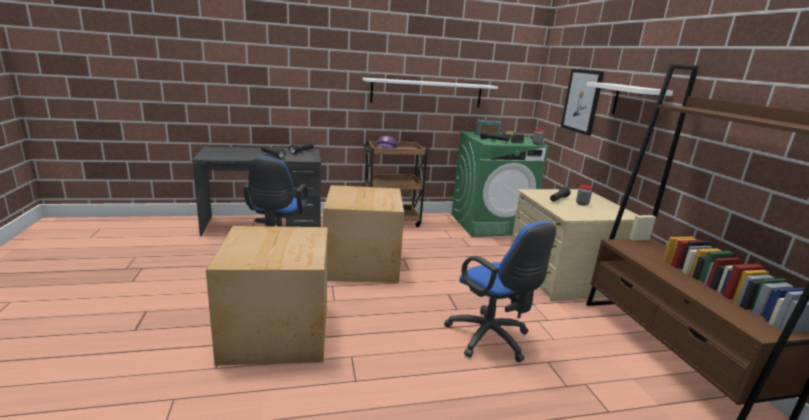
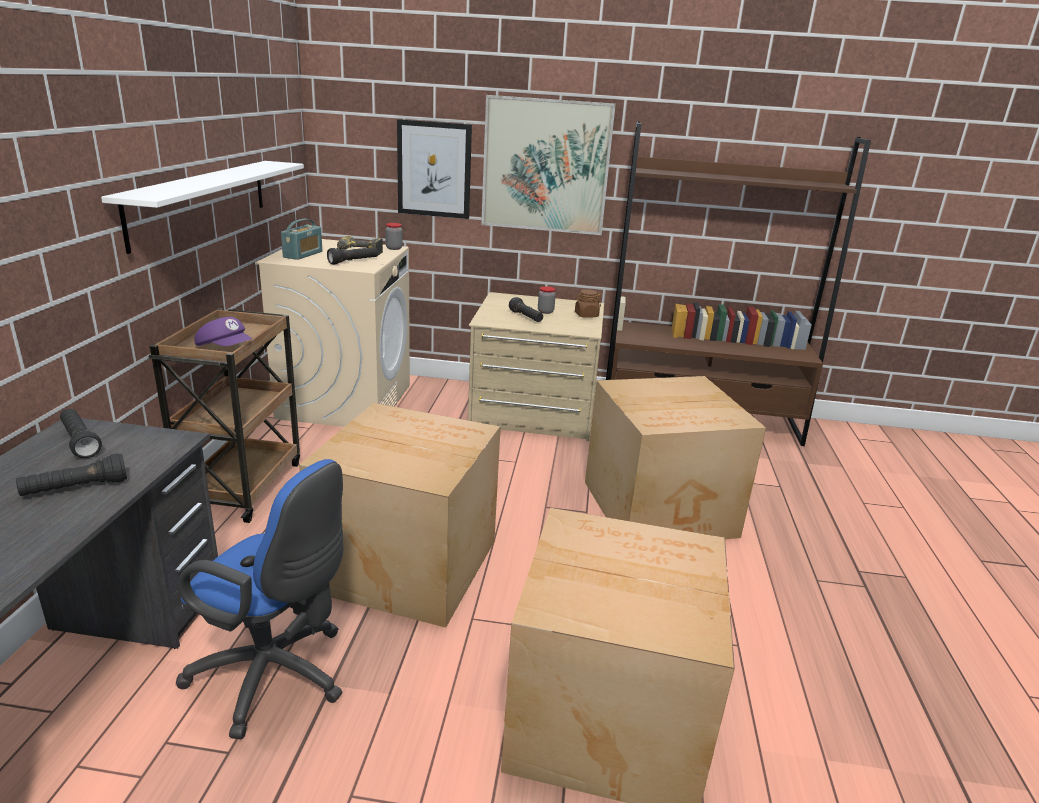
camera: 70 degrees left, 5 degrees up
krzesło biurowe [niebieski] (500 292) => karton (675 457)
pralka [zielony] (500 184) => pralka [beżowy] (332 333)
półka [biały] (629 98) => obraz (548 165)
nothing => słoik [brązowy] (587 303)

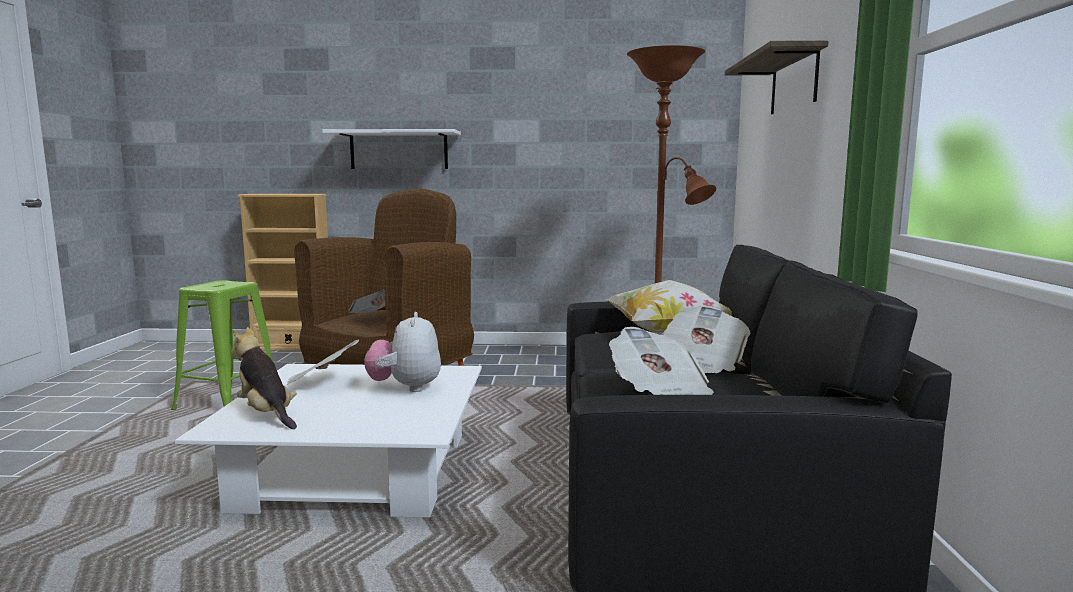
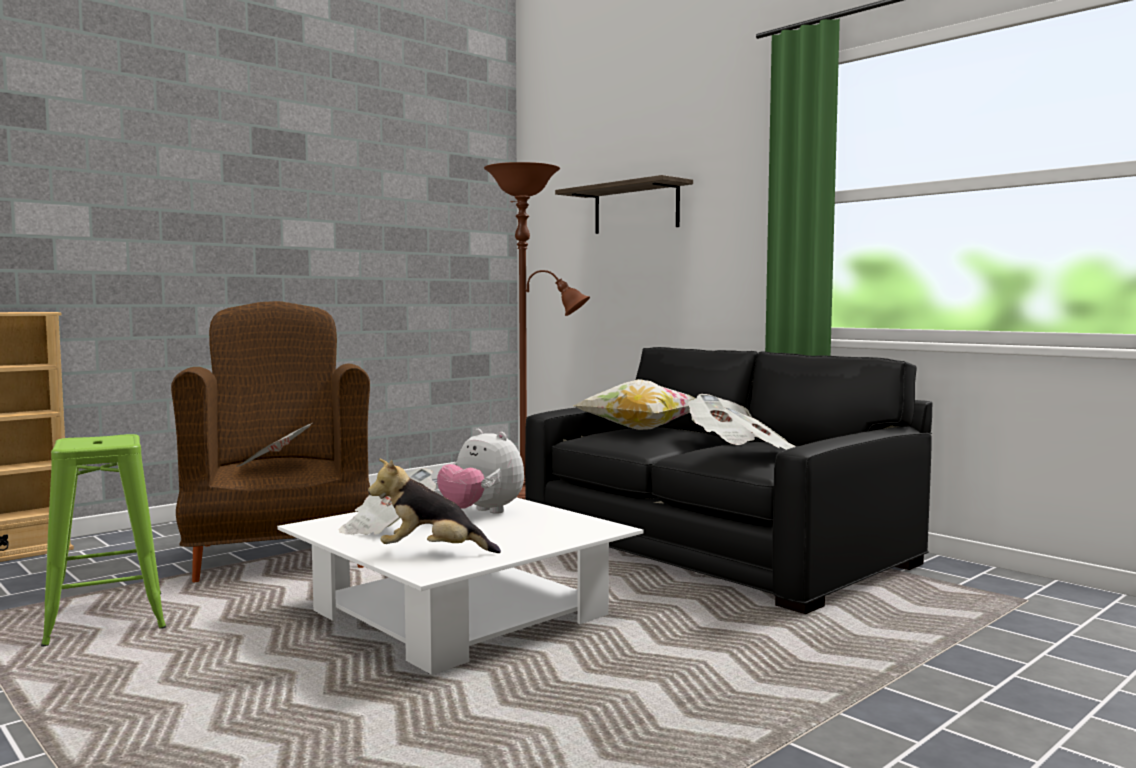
camera: 45 degrees left, 5 degrees down
półka [biały] (391 149) => nothing

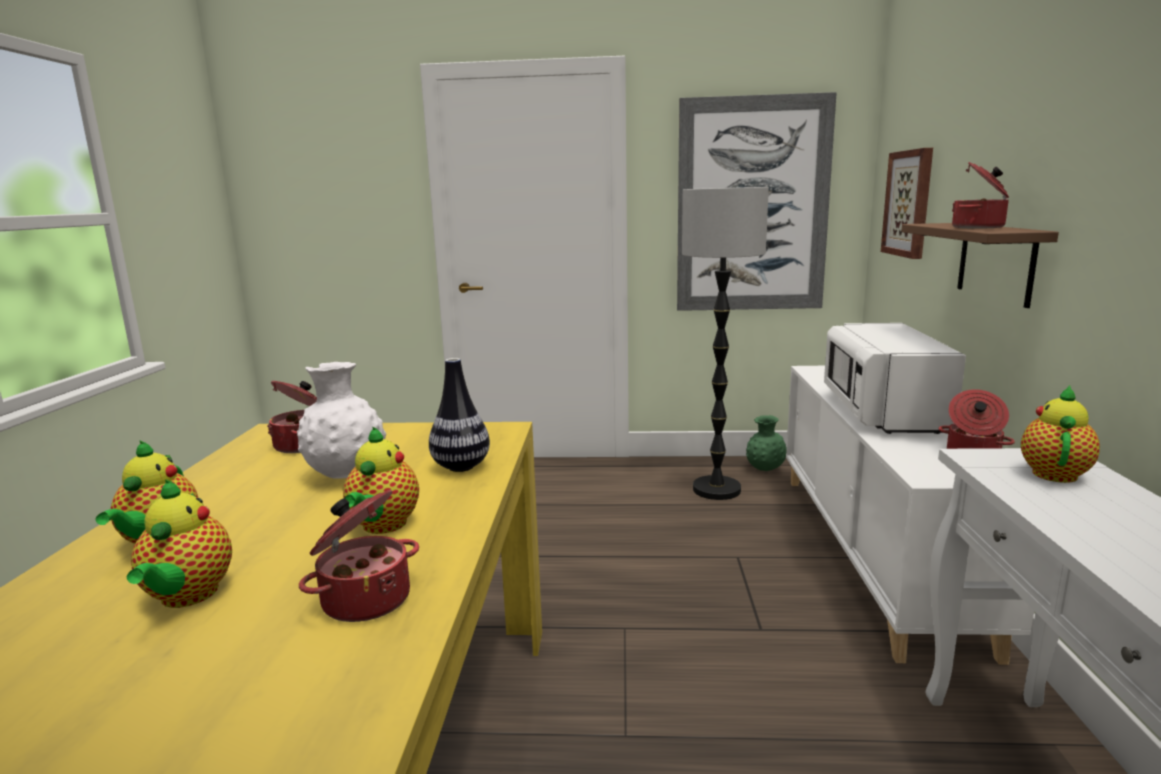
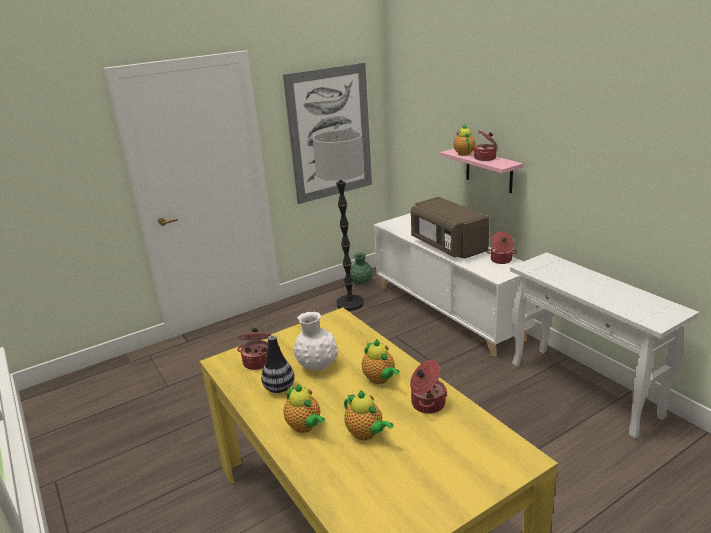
camera: 35 degrees left, 10 degrees up
wazon (459 415) => wazon (278 364), moved
mikrofalówka [biały] (895 378) => mikrofalówka [brązowy] (450 228)
obraz (907 203) => nothing
półka [brązowy] (980 265) => półka [różowy] (481 171)
imbryk (1060 434) => imbryk (464 139), moved

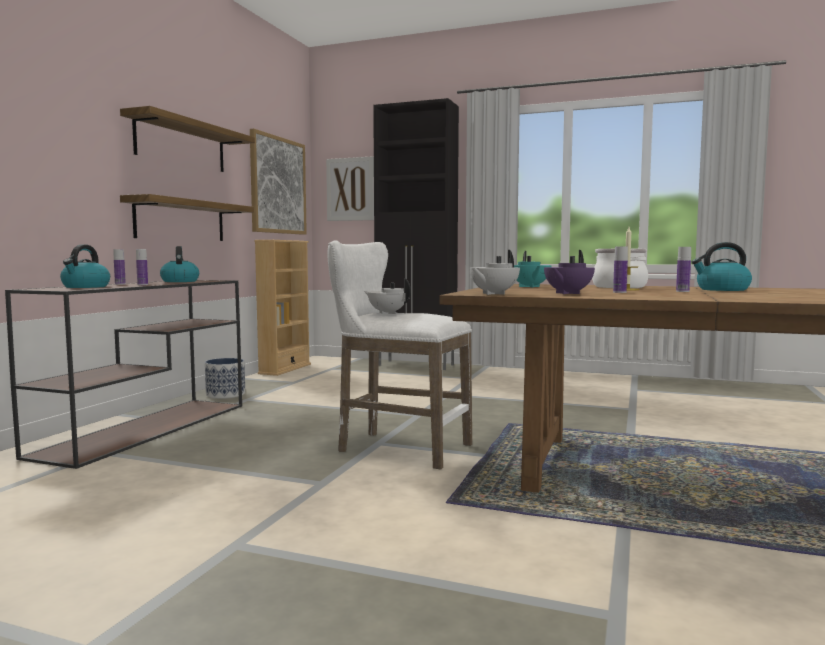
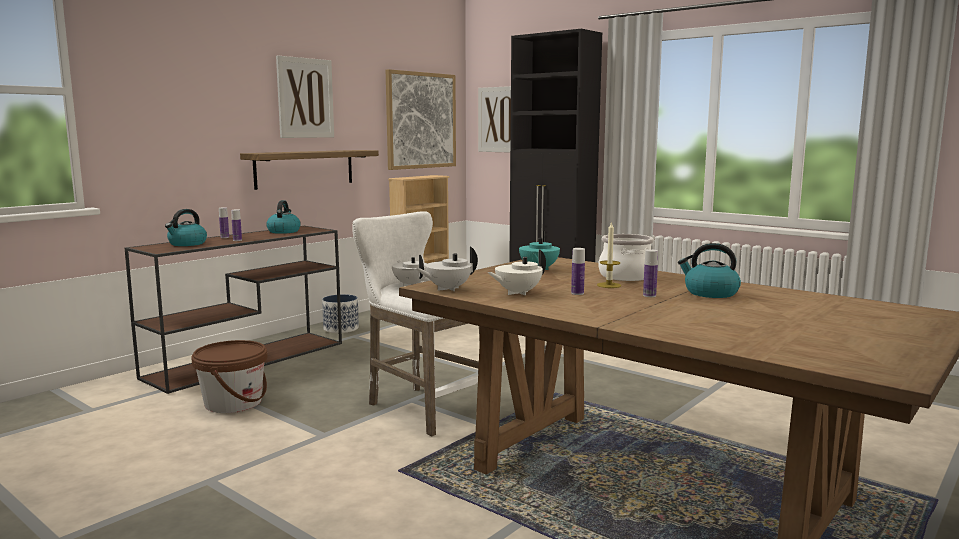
camera: 20 degrees right, 5 degrees up
półka (187 139) => obraz (305 96)
imbryk [fioletowy] (569 272) => imbryk [biały] (517 272)
nothing => wiadro [brązowy] (229 376)

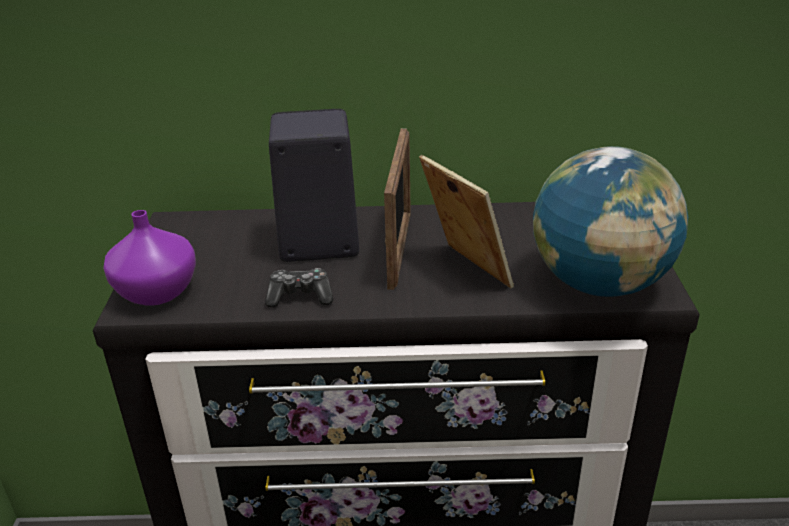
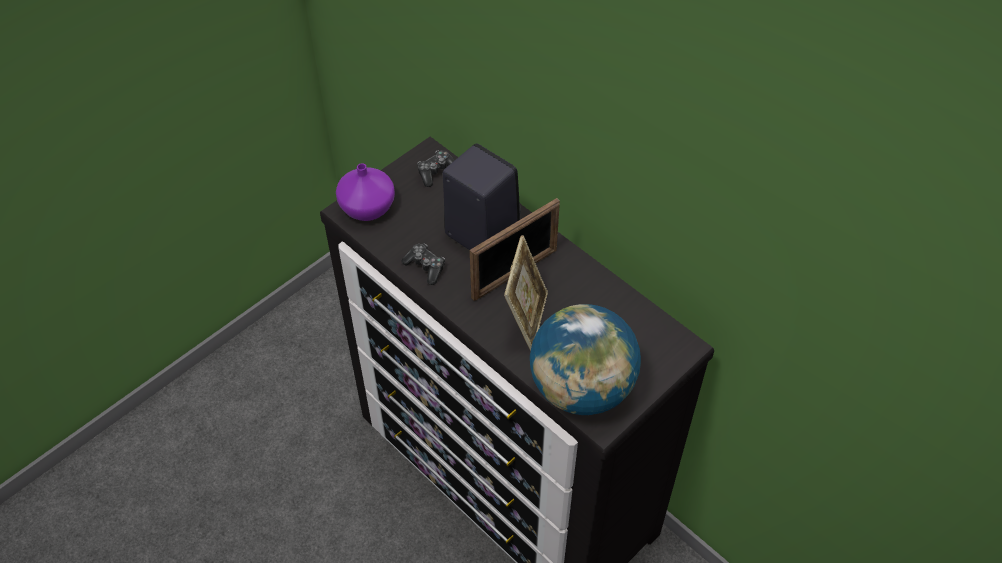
camera: 45 degrees right, 20 degrees up
nothing => pad do gier (436 168)

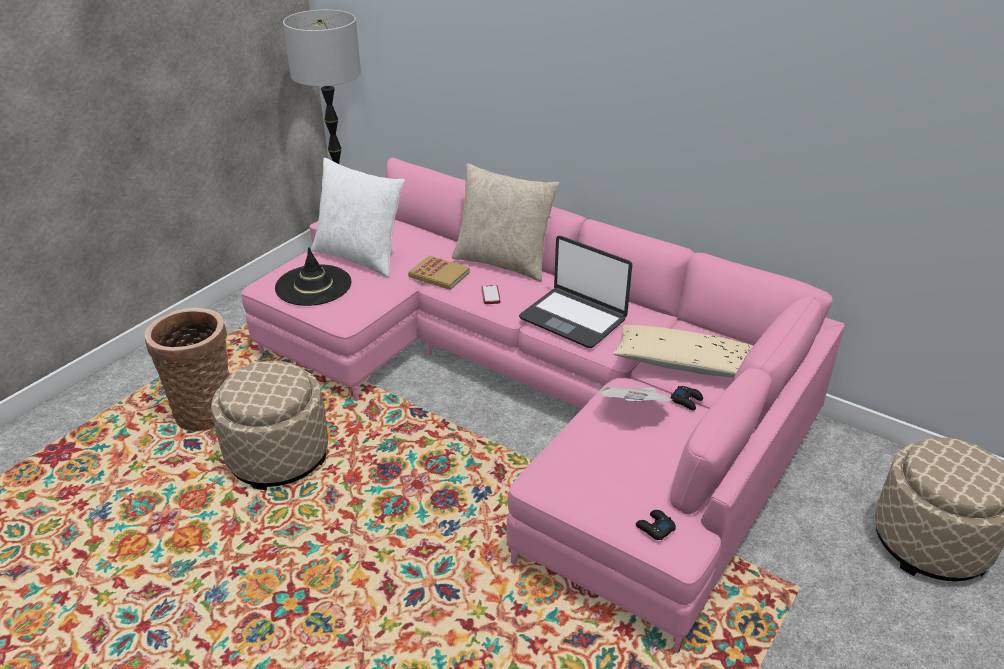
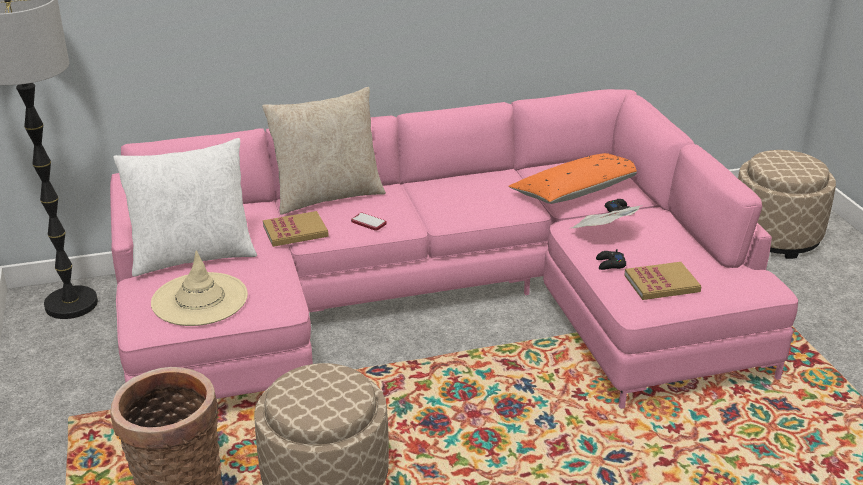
camera: 50 degrees left, 5 degrees down
kapelusz [czarny] (313 276) => kapelusz [beżowy] (199 288)
laptop (575 292) => nothing
poduszka [beżowy] (682 351) => poduszka [pomarańczowy] (572 178)
pad do gier [czarny] (656 525) => pad do gier [czarny] (611 259), moved
nothing => książka (662 281)

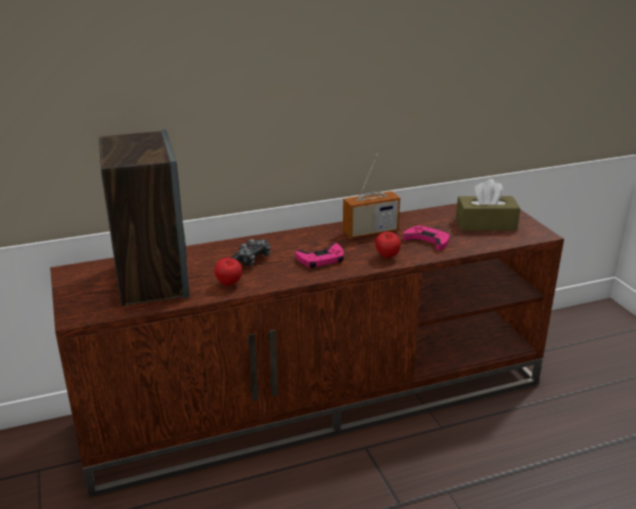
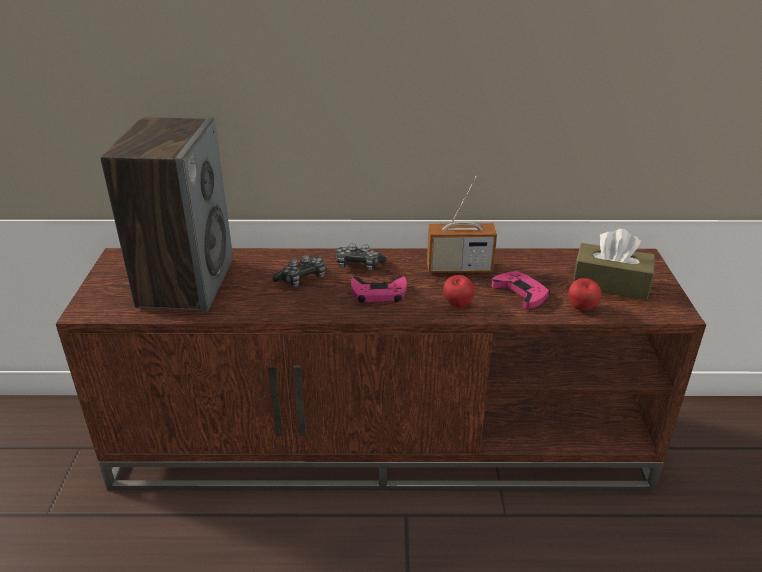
camera: 20 degrees right, 5 degrees up
jabłko (228 272) => jabłko (584 294), moved
nothing => pad do gier (360 257)

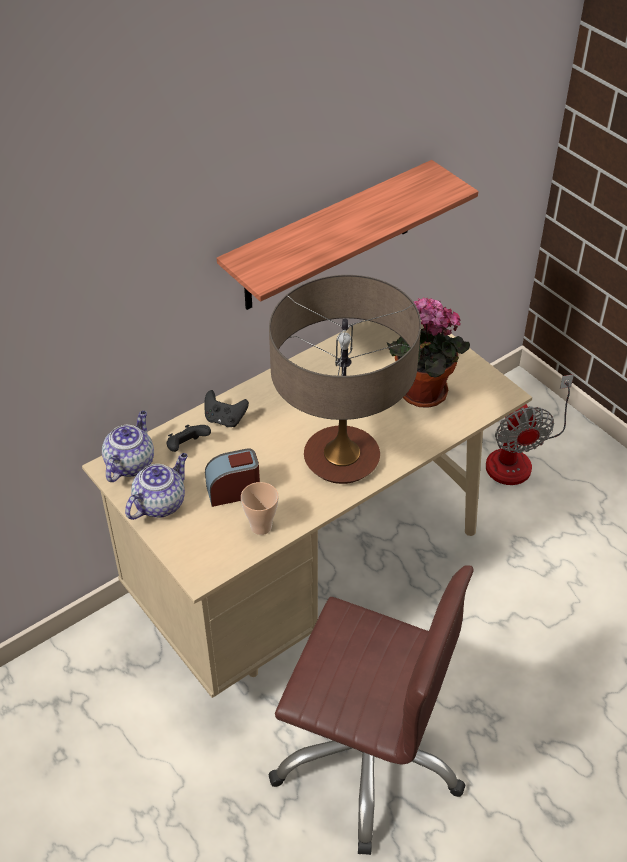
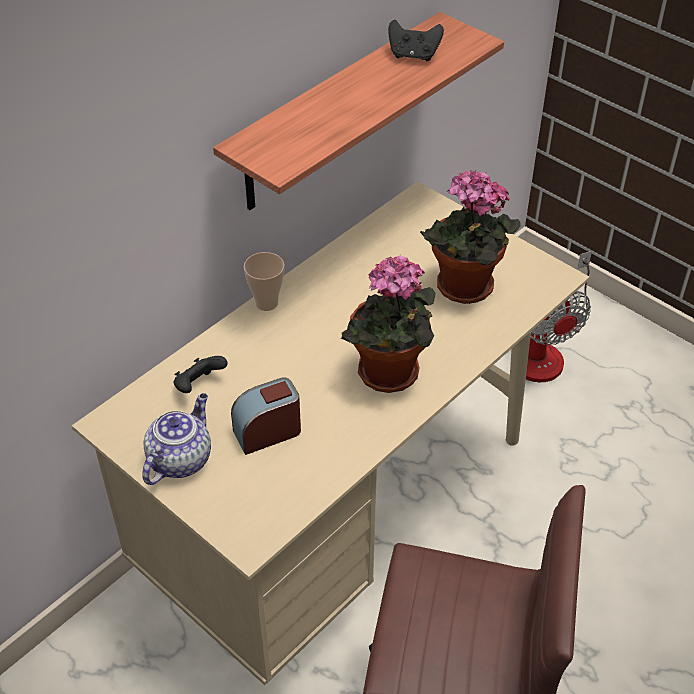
camera: 10 degrees left, 0 degrees up
imbryk (128 446) => nothing
pad do gier [czarny] (226 408) => pad do gier [czarny] (416 40), moved
filiżanka (259 508) => filiżanka (264 281), moved
lampa stołowa (345 379) => roślina doniczkowa (388 324)

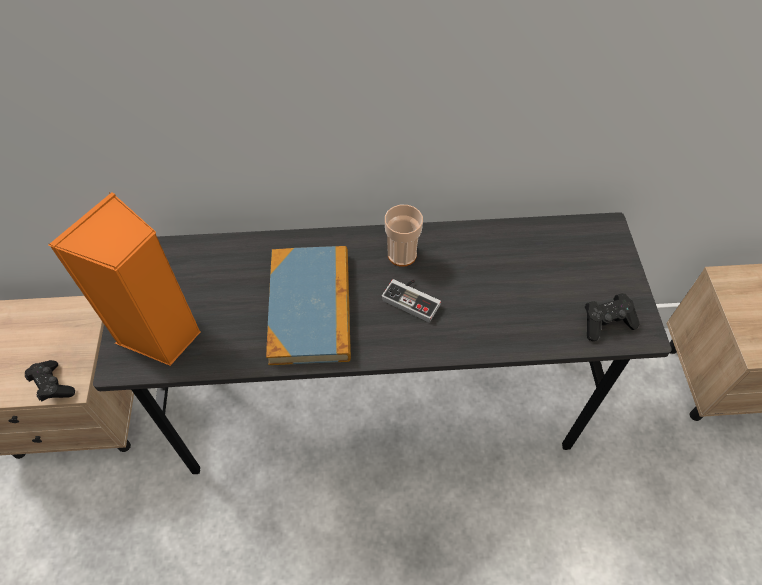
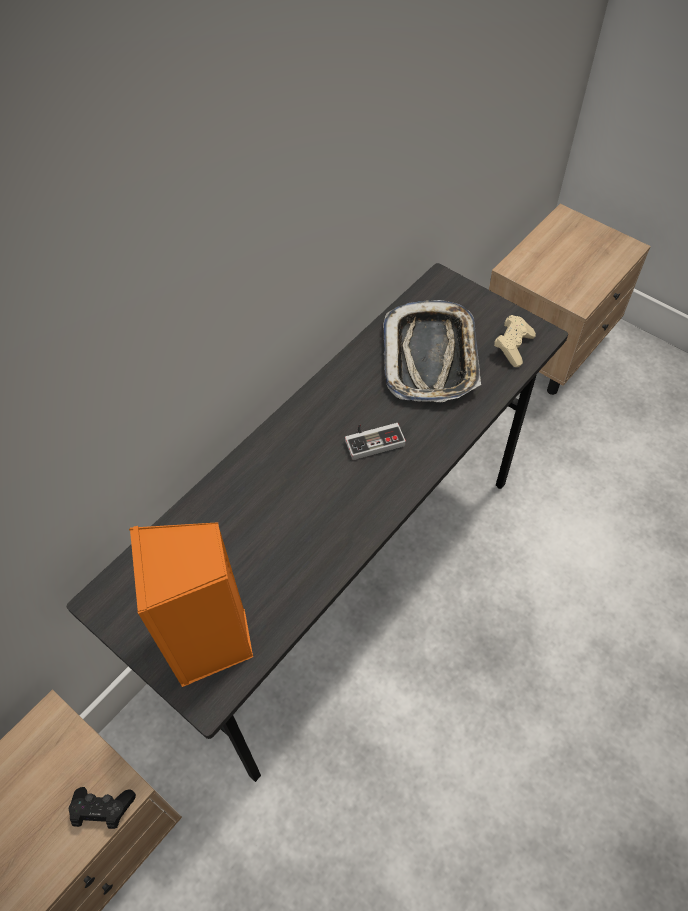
camera: 45 degrees left, 0 degrees up
książka (308 305) => nothing
filiżanka (404 236) => nothing
pad do gier [czarny] (612 317) => pad do gier [beżowy] (515 341)
nothing => taca (432 351)

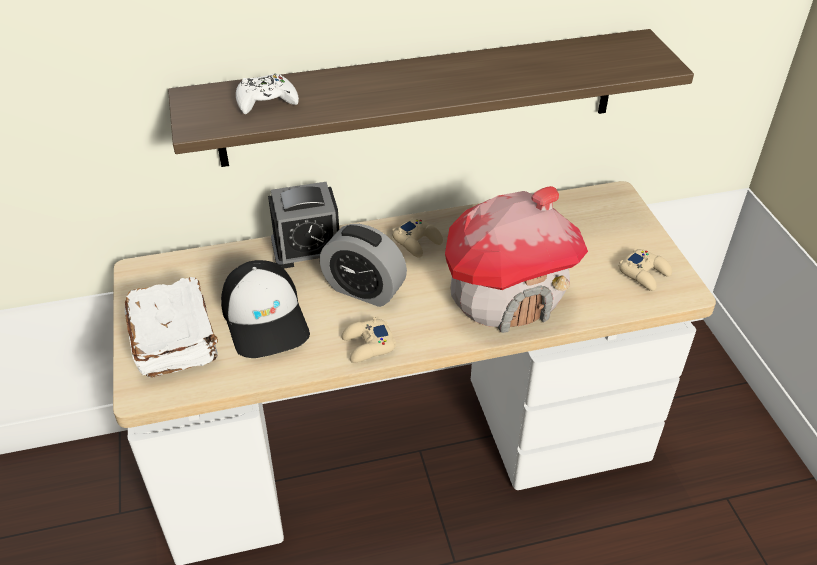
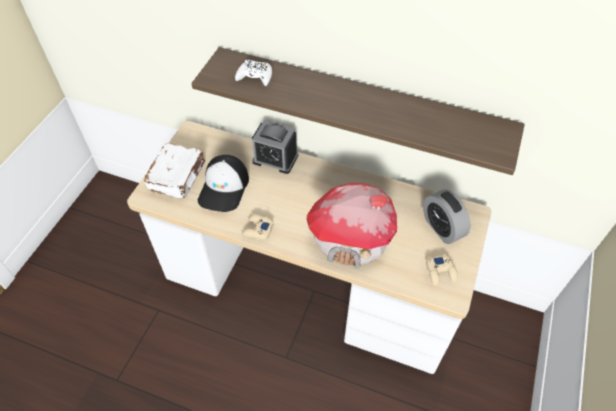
camera: 35 degrees right, 10 degrees up
budzik (363 265) => budzik (446 216), moved
pad do gier [beżowy] (417 238) => nothing

